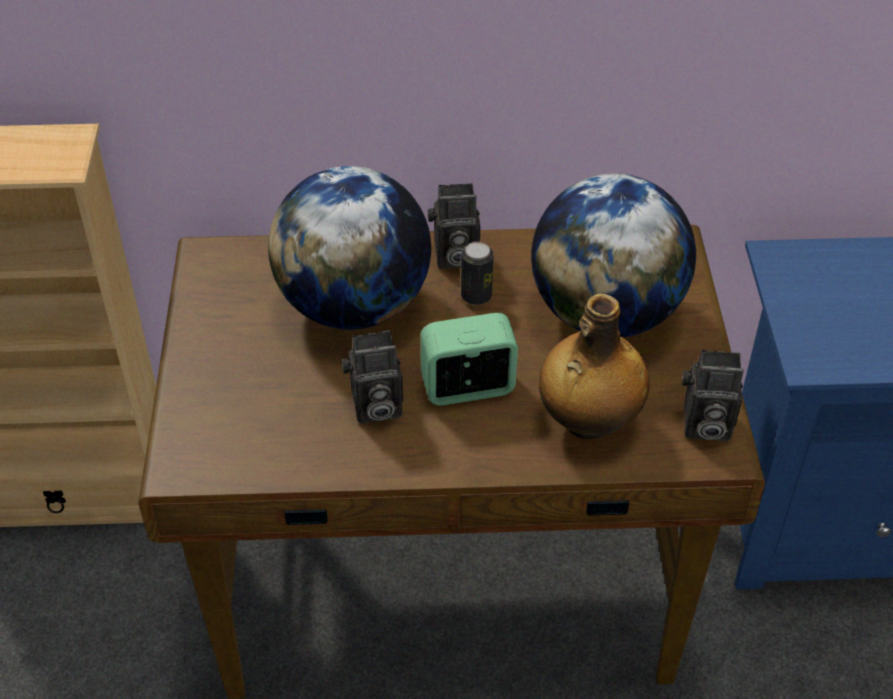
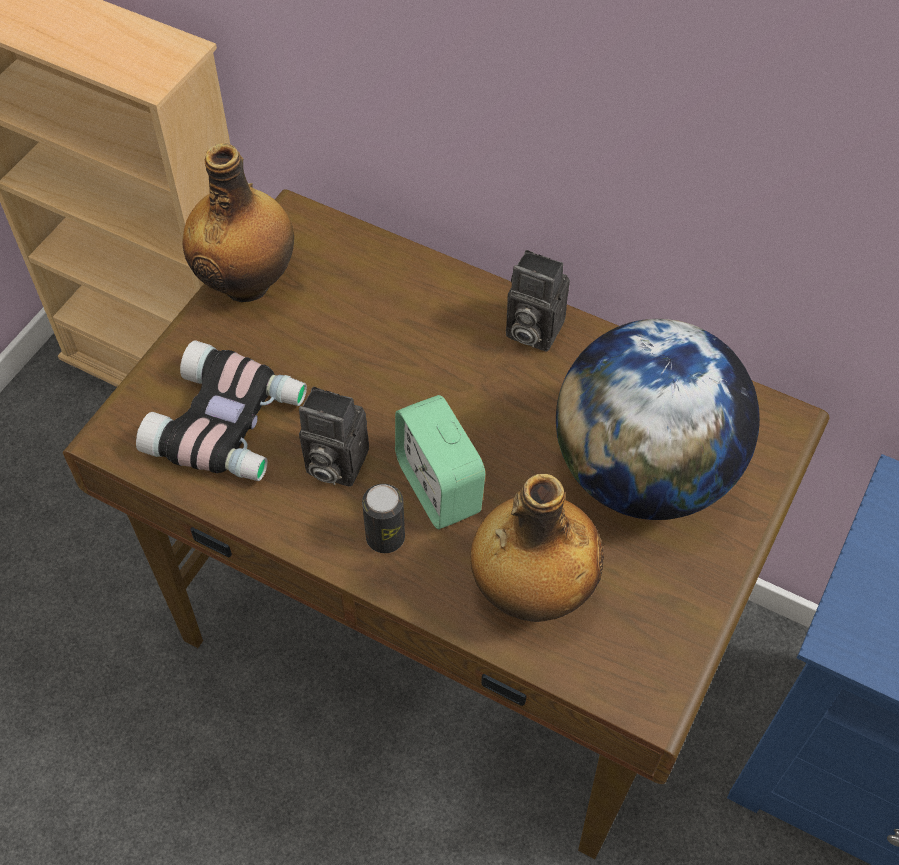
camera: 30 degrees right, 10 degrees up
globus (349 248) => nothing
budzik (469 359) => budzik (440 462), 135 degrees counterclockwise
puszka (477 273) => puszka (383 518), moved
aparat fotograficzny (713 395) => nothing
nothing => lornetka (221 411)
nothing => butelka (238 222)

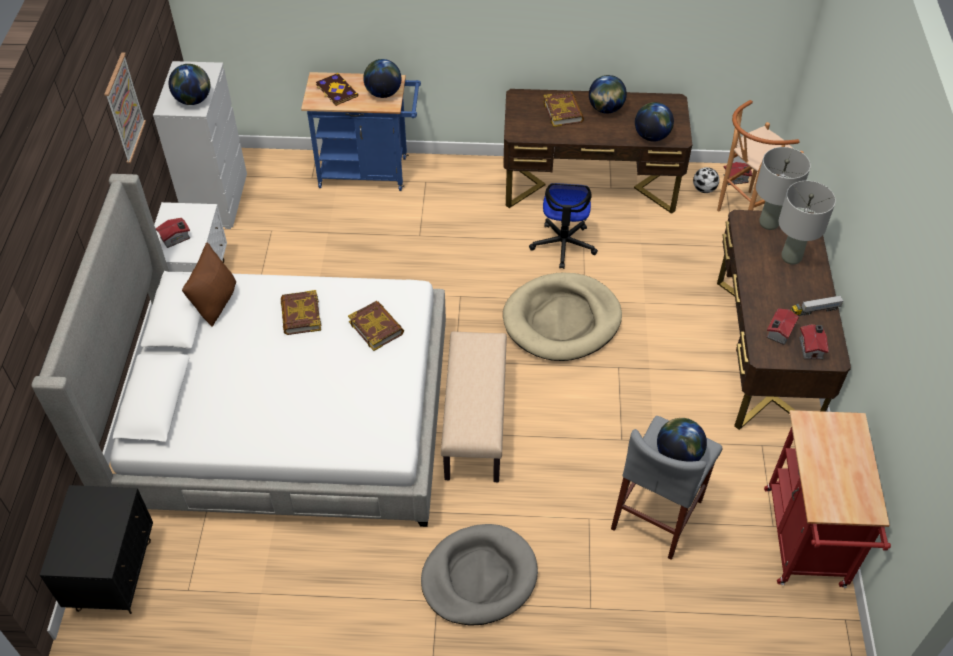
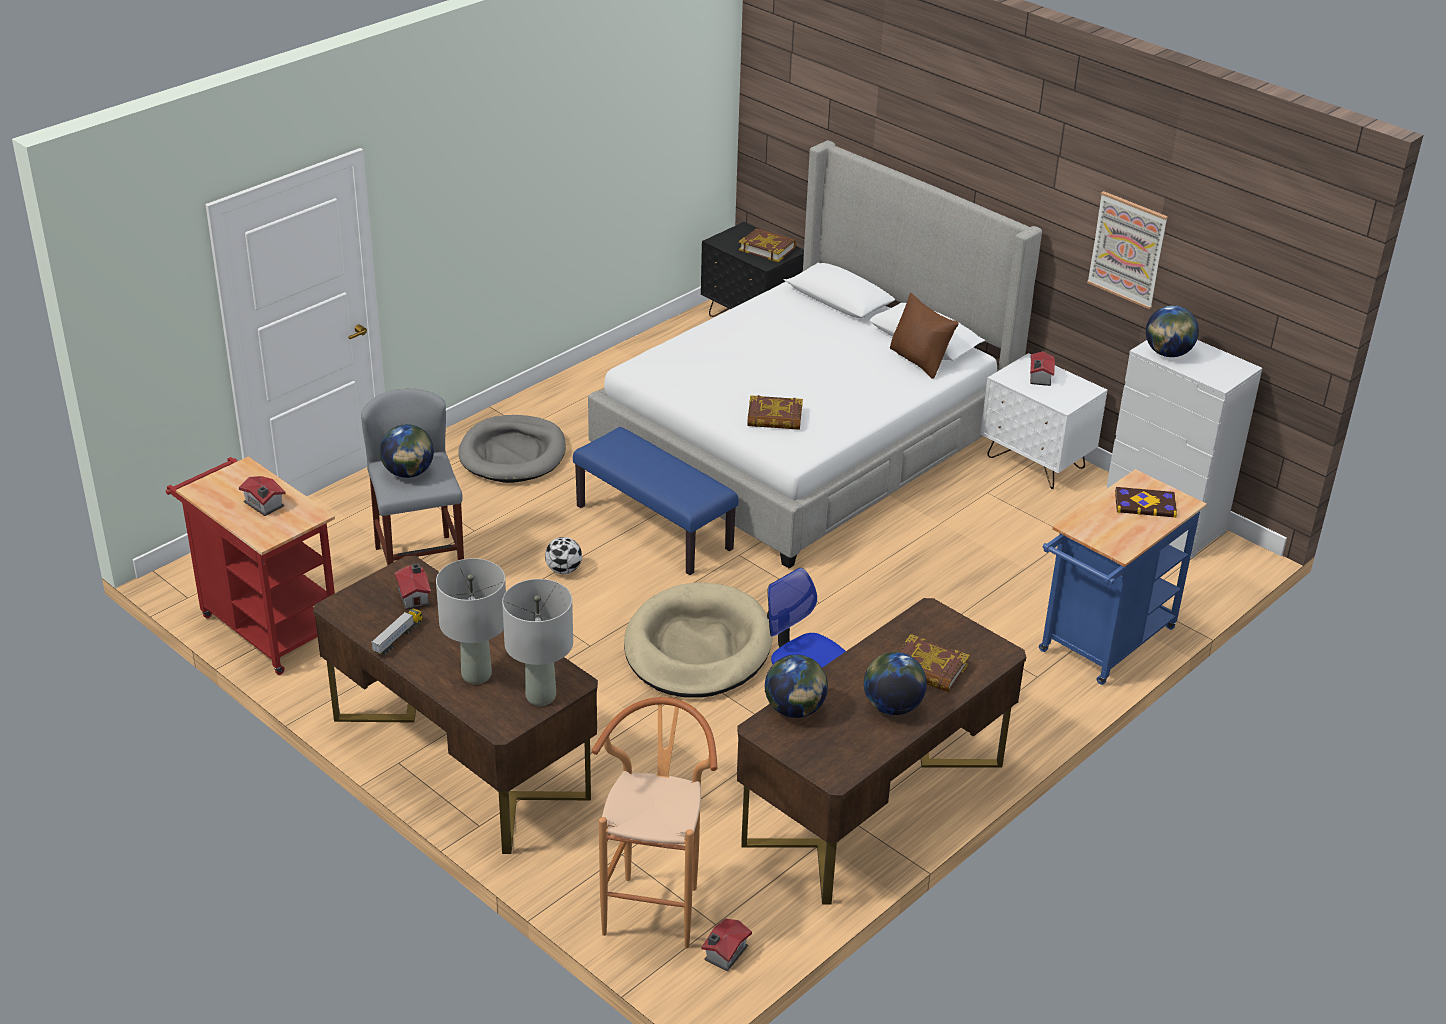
camera: 130 degrees right, 15 degrees down
książka (301 312) => książka (767 245), moved
globus (382 78) => nothing
ławka [beżowy] (474 406) => ławka [niebieski] (656 501)
piłka futbolowa (706 180) => piłka futbolowa (563 555), moved
domek (814 341) => domek (262 496), moved

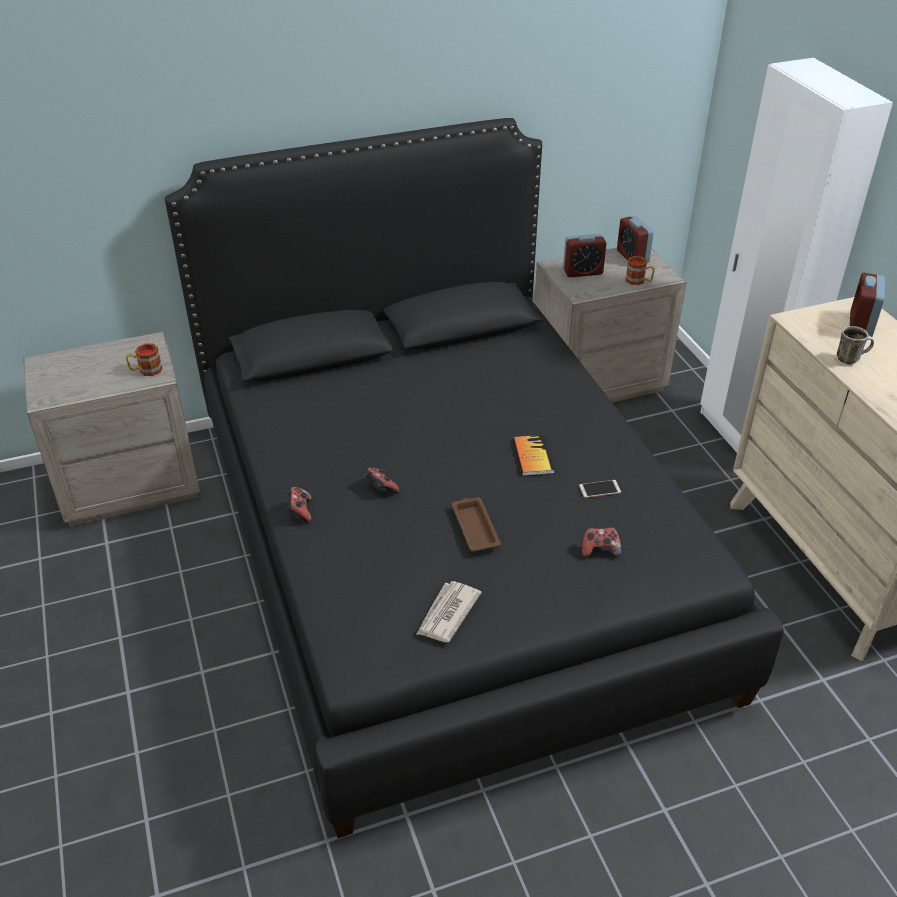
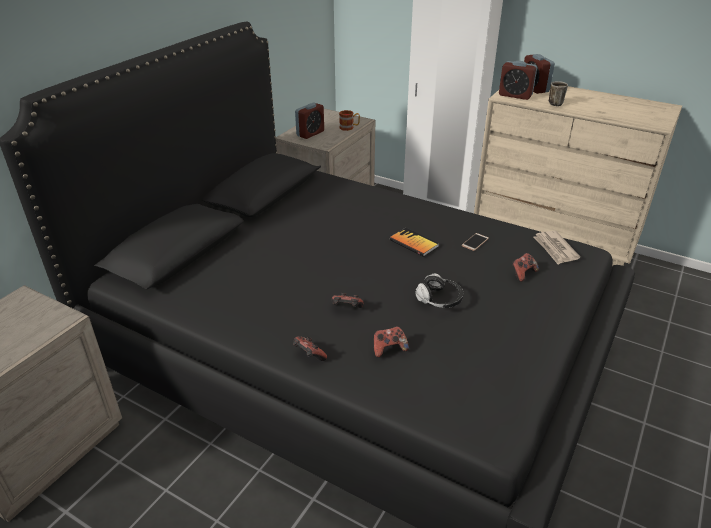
camera: 40 degrees left, 5 degrees down
kubek (144 360) => nothing
gazeta (449 611) => gazeta (557 248), moved
taca [brązowy] (476 524) => słuchawki (439 291)
budzik (635 239) => budzik (518 80), moved
nothing => pad do gier (391 341)

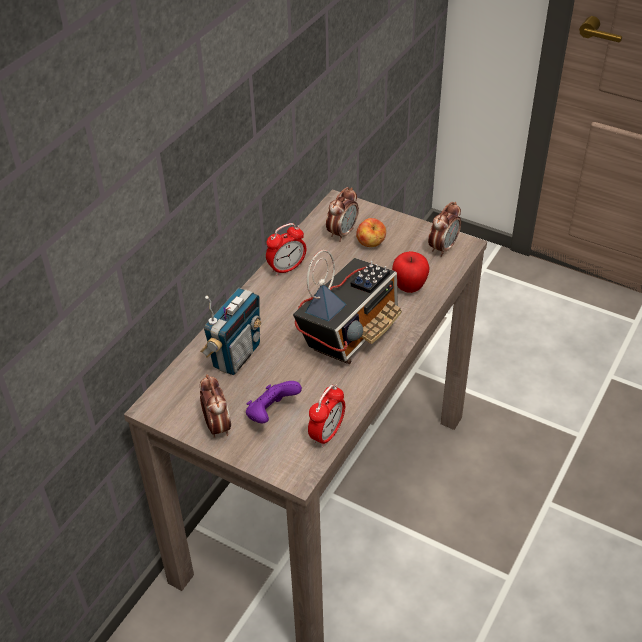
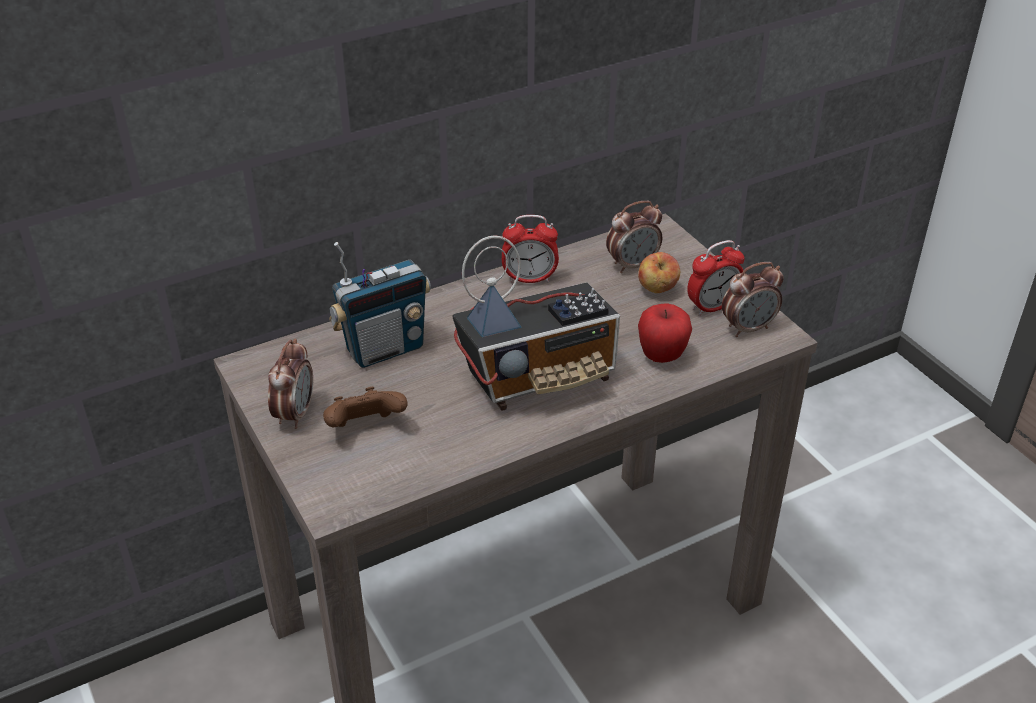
camera: 30 degrees right, 5 degrees down
pad do gier [fioletowy] (274 402) => pad do gier [brązowy] (365 407)
budzik (326 416) => budzik (716 278), moved

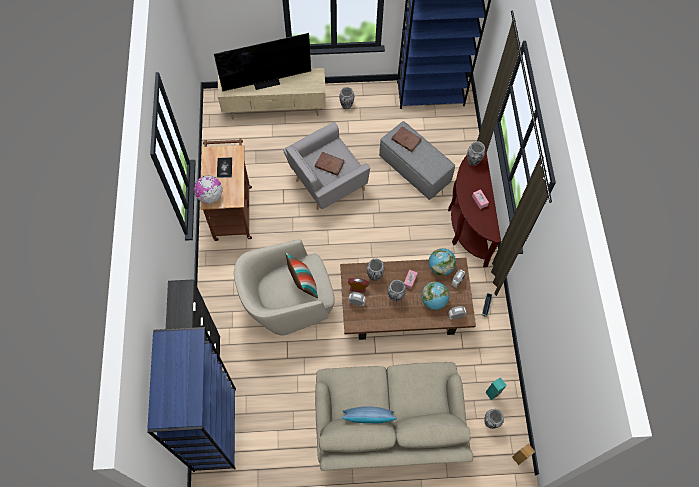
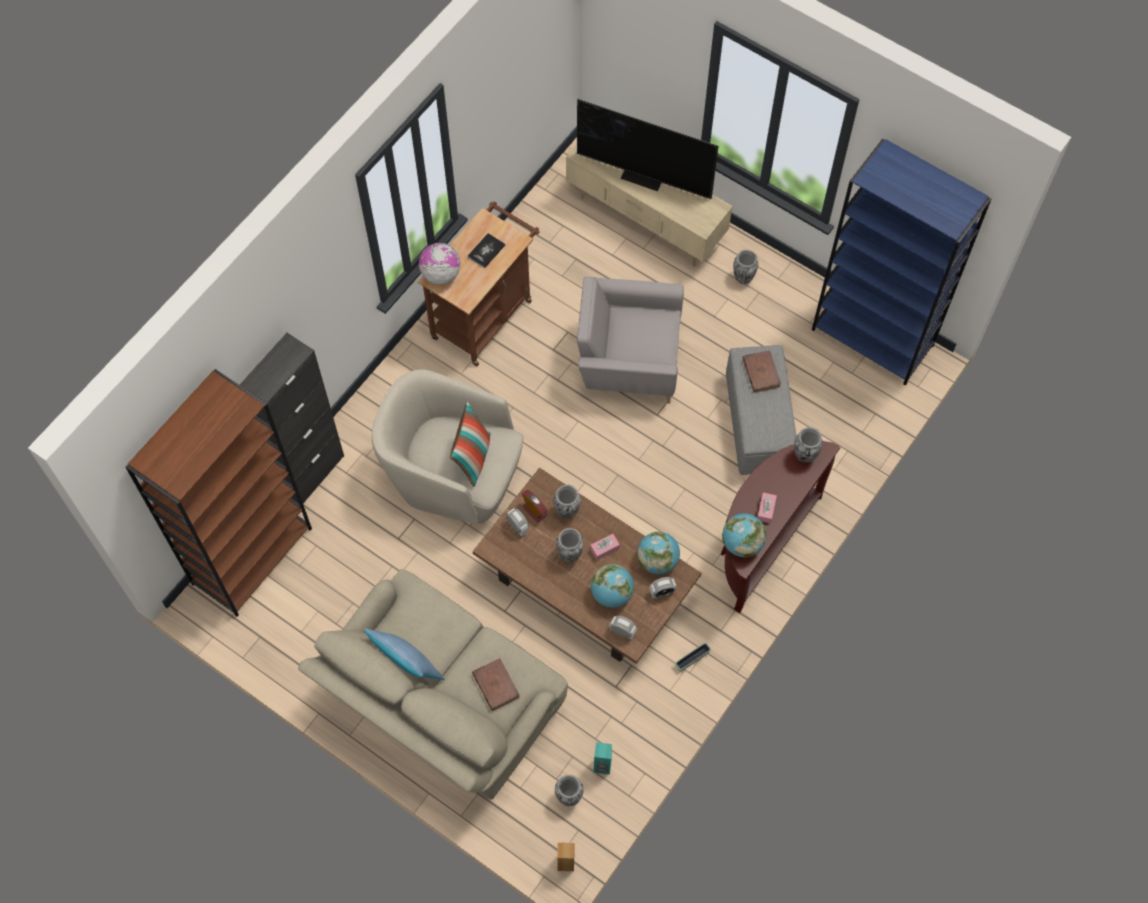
camera: 40 degrees right, 0 degrees up
regał [niebieski] (191 399) => regał [brązowy] (218 493)
książka [brązowy] (330 164) => książka [brązowy] (496 684), moved
nothing => globus (744 535)

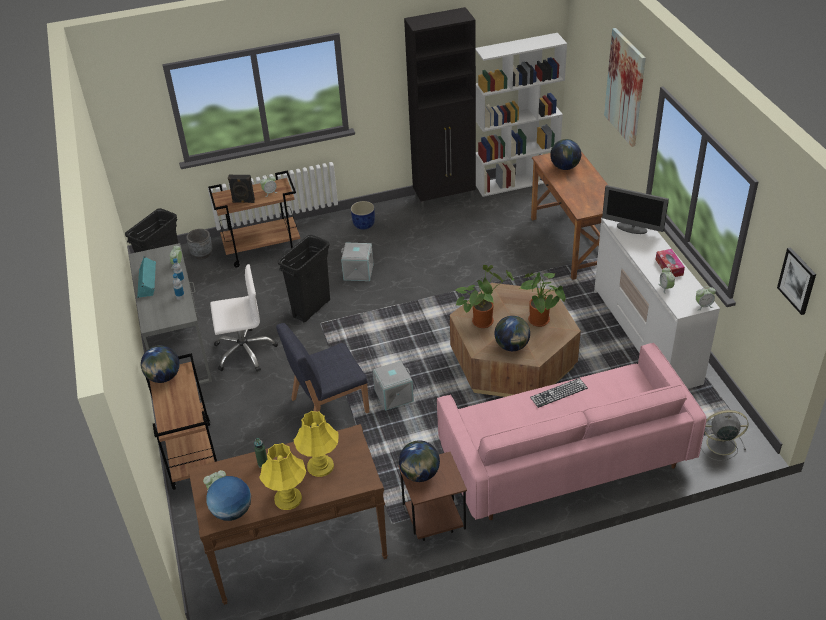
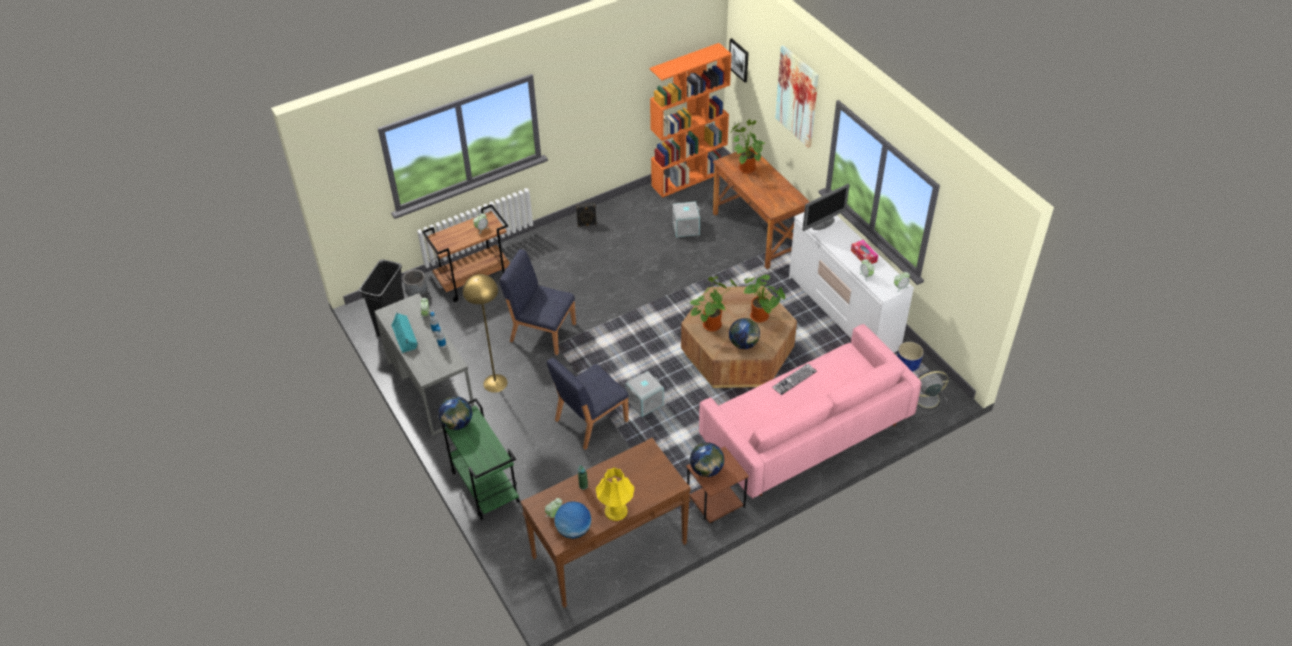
camera: 15 degrees left, 5 degrees up
wózek [brązowy] (181 421) => wózek [zielony] (478 459)
krzesło biurowe [biały] (244 318) => lampa stojąca [żółty] (485 333)
głośnik [czarny] (241 189) => głośnik [czarny] (586 214), moved
kosz na śmieci [czarny] (303 278) => krzesło [niebieski] (537 302)
lampa stołowa [żółty] (316 444) => nothing
pojemnik do przechowywania [szary] (357 262) => pojemnik do przechowywania [szary] (686 219), moved
donica [niebieski] (363 215) => donica [niebieski] (910 357), moved
szafka [czarny] (440 109) => nothing
regał [biały] (521 115) => regał [pomarańczowy] (691 120)
globus (565 154) => roślina doniczkowa (747 146)
monitor (635 209) => monitor (826 207), 45 degrees counterclockwise
obraz (796 281) => obraz (738 60), moved

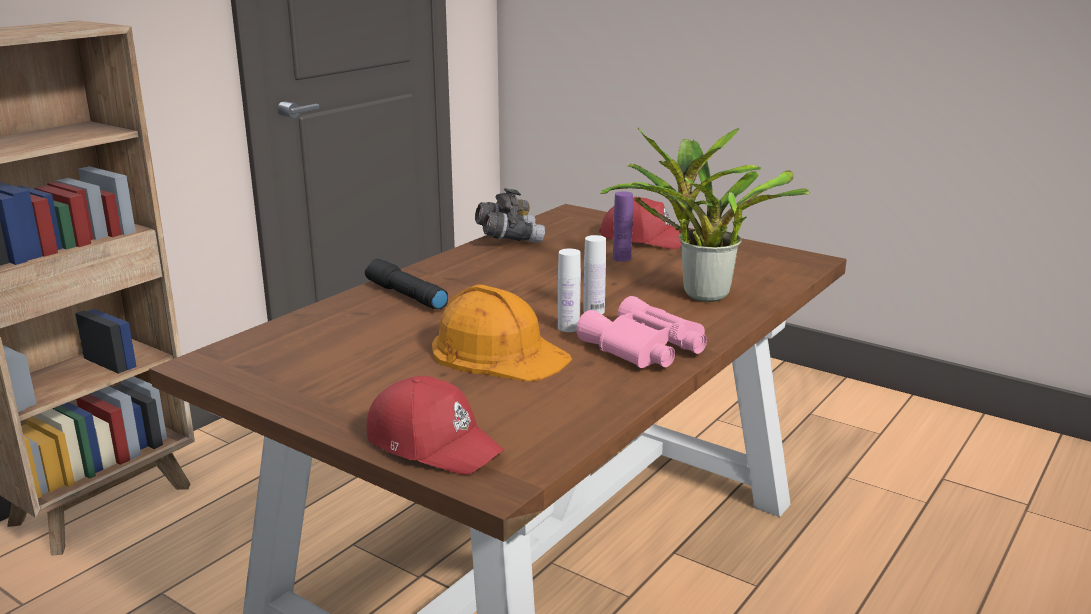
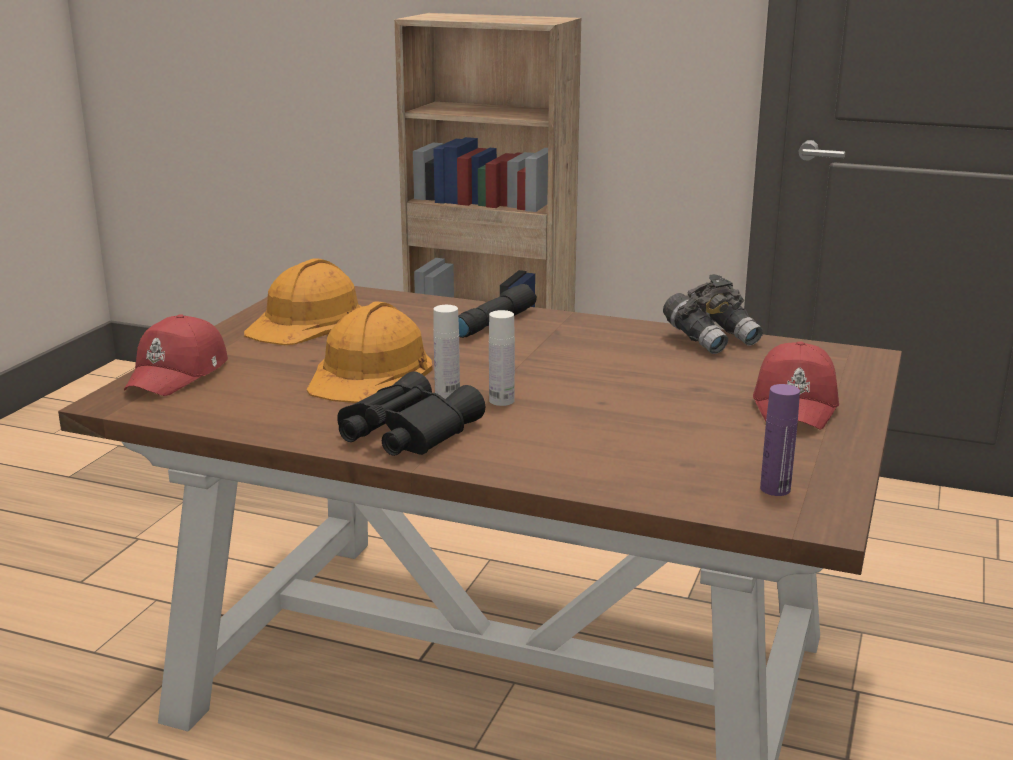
camera: 75 degrees right, 0 degrees up
lornetka [różowy] (641 332) => lornetka [czarny] (411 413)
roślina doniczkowa (705 214) => nothing
butelka [fioletowy] (623 226) => butelka [fioletowy] (780 440), moved
nothing => kask [pomarańczowy] (303 301)

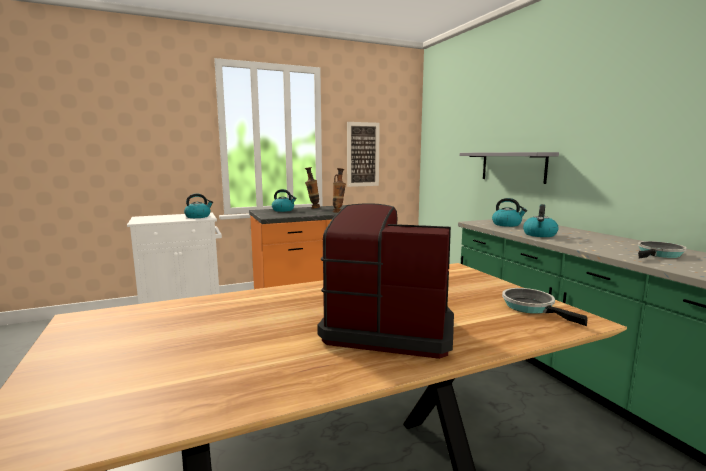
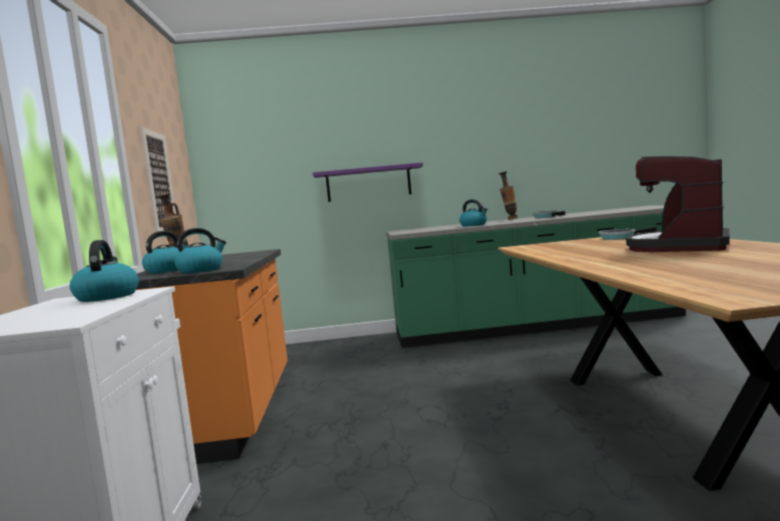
camera: 70 degrees left, 5 degrees down
wazon (339 190) => wazon (508 195), moved
półka [szary] (509 168) => półka [fioletowy] (368 182)
czajnik (509 212) => czajnik (200 251), moved

